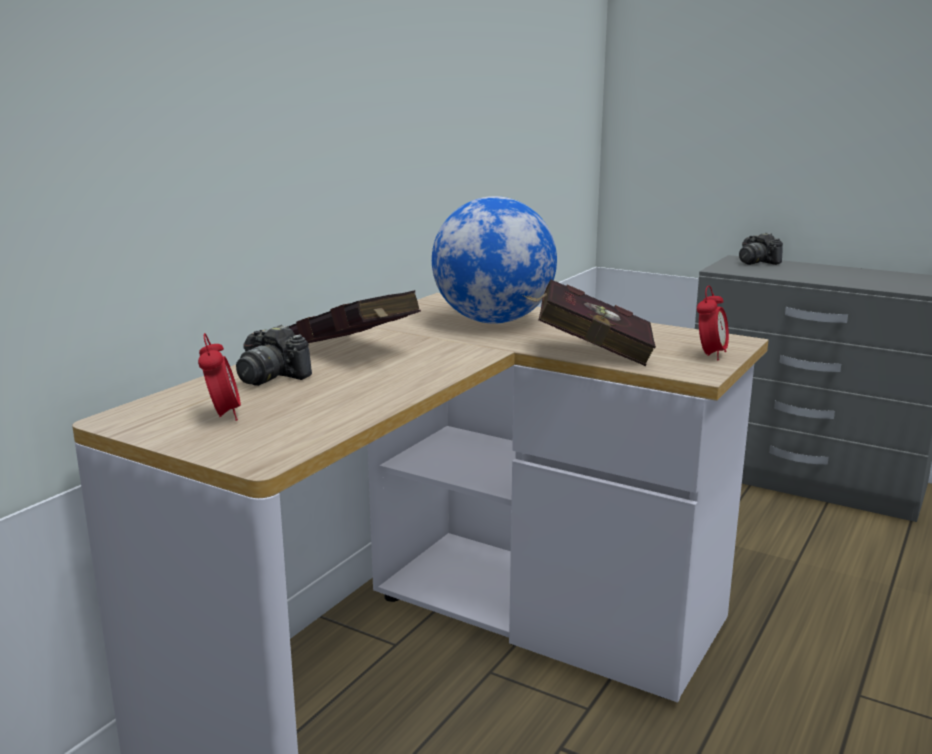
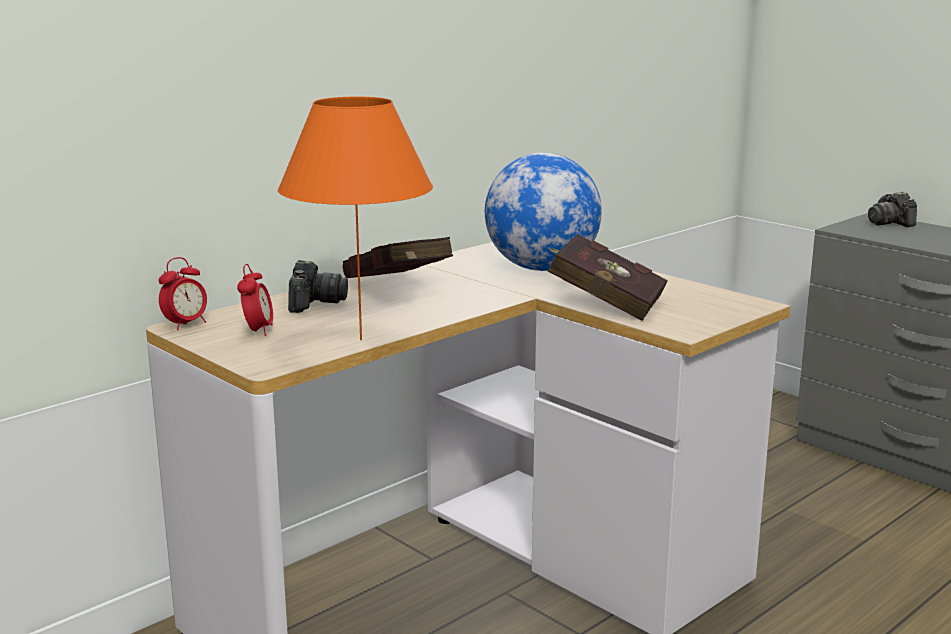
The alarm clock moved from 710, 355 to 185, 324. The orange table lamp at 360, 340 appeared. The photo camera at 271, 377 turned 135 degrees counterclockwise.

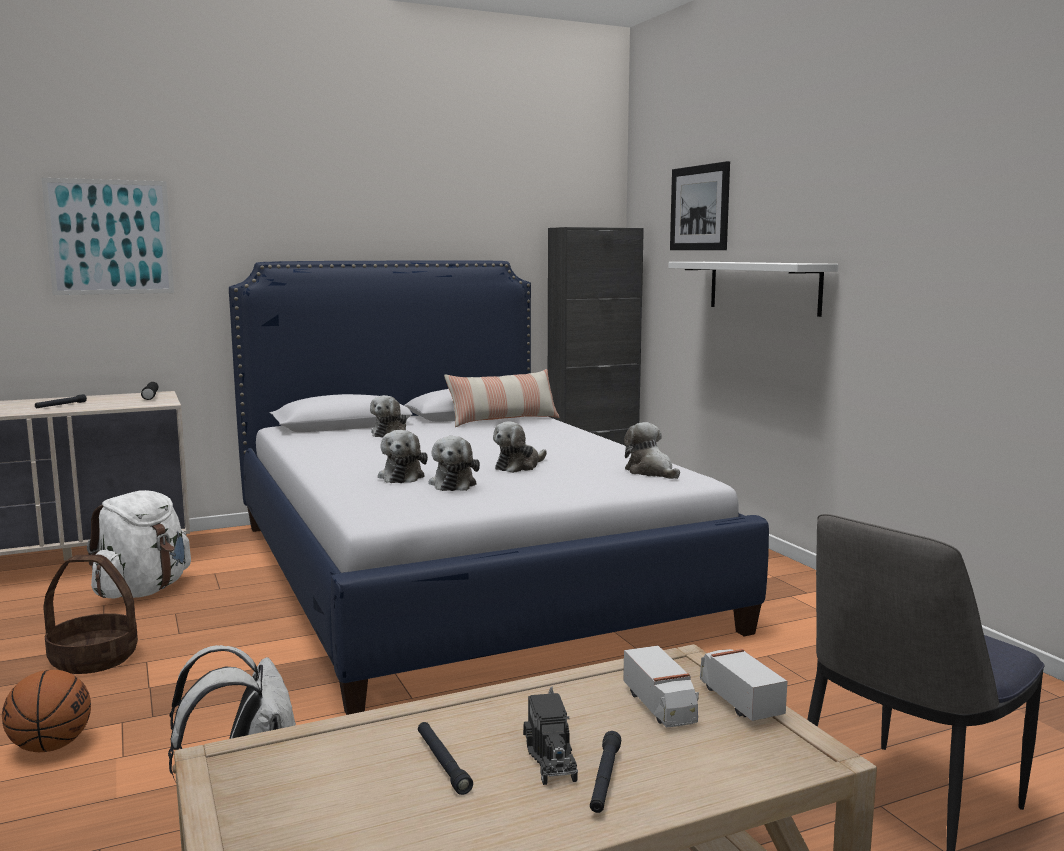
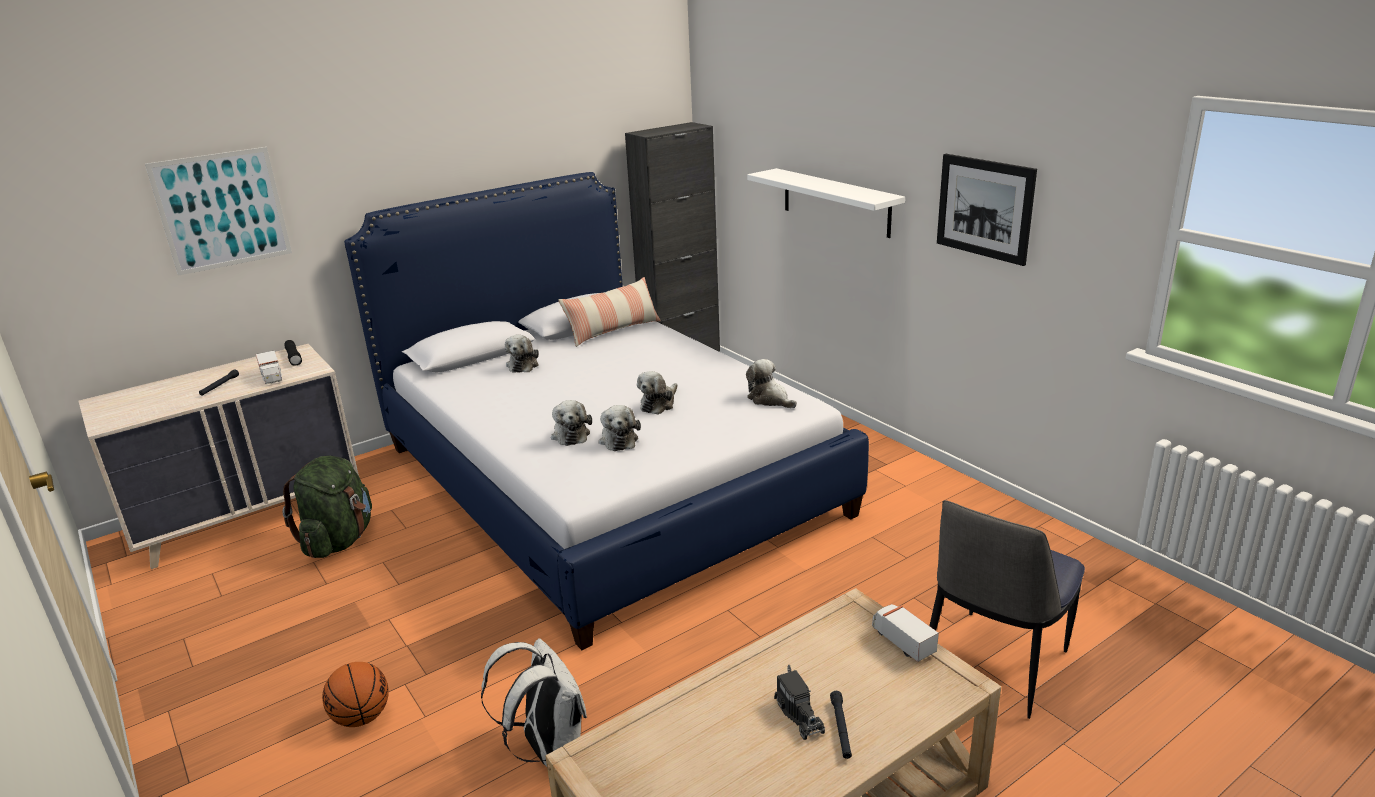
The toy truck moved from 660, 706 to 271, 376. The white backpack at 143, 591 became the green backpack at 339, 540. The picture moved from 699, 208 to 984, 208. The basket at 94, 659 disappeared. The black flashlight at 442, 763 disappeared.

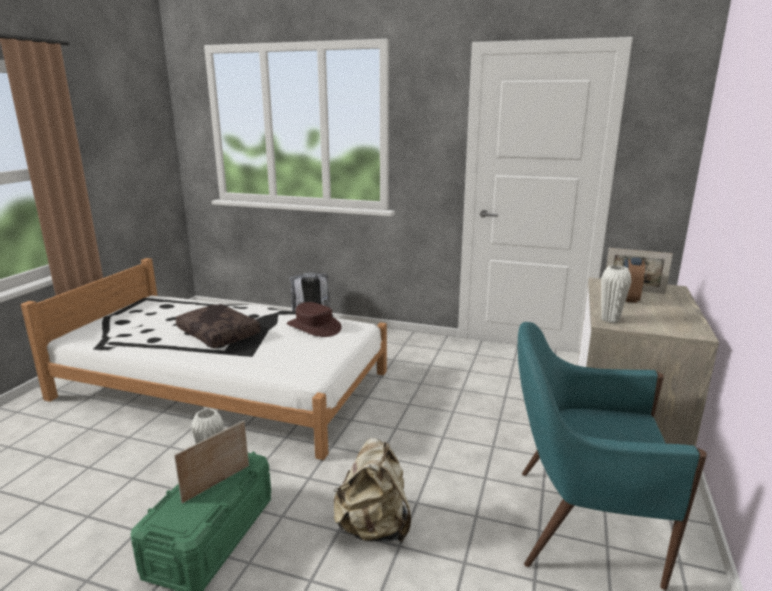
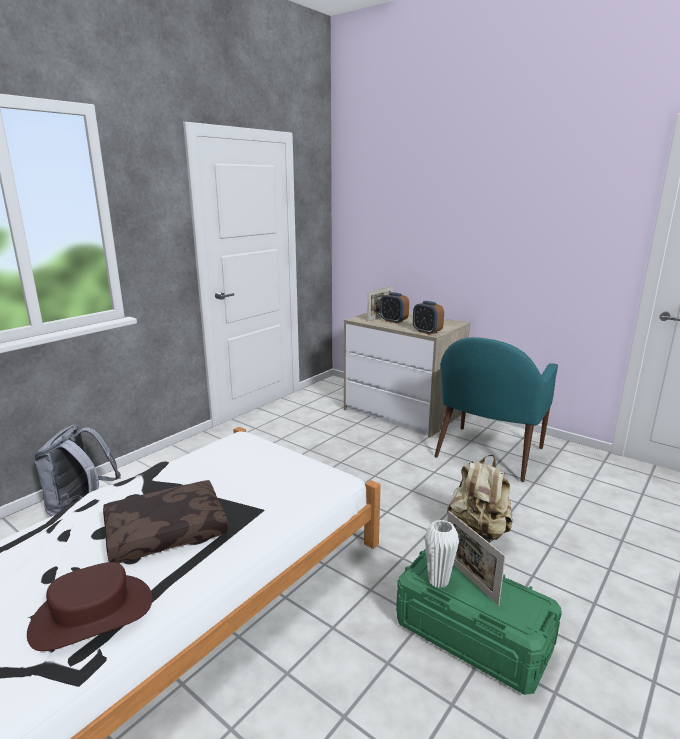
The brown hat moved from 314, 327 to 92, 614. The white vase at 610, 319 was replaced by the alarm clock at 427, 332.

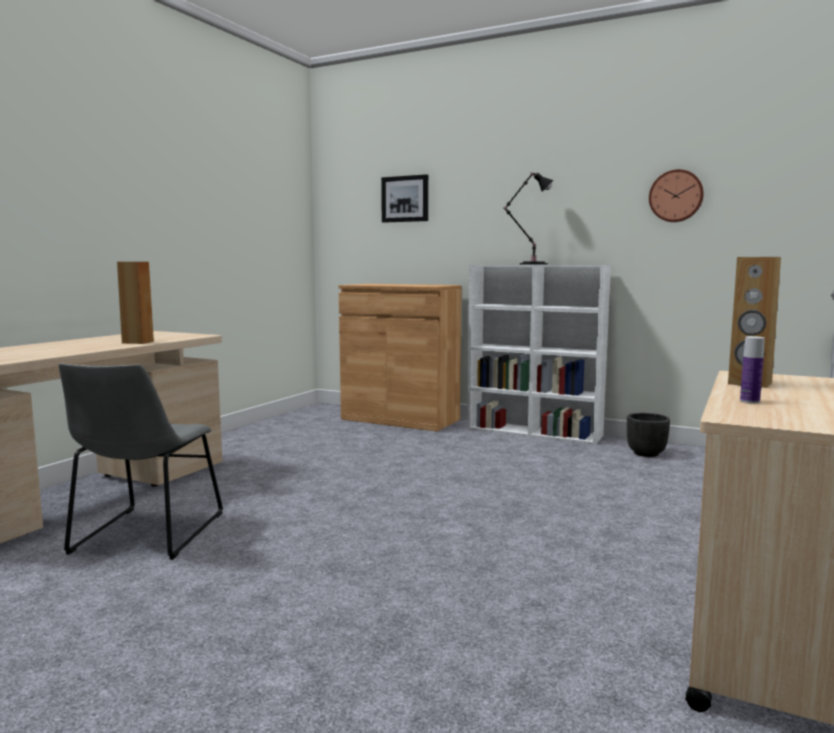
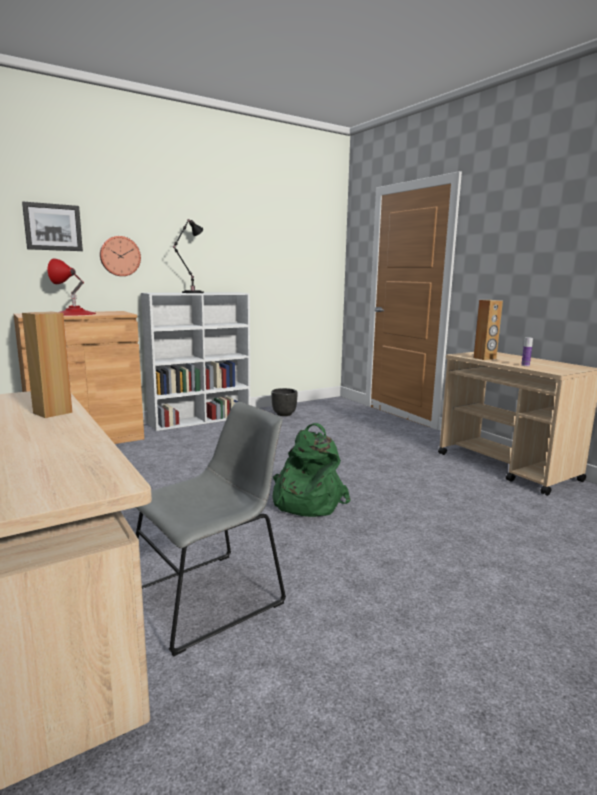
The red table lamp at 74, 313 appeared. The wall clock moved from 676, 196 to 120, 256. The grey chair at 145, 535 turned 75 degrees counterclockwise. The green backpack at 305, 502 appeared.

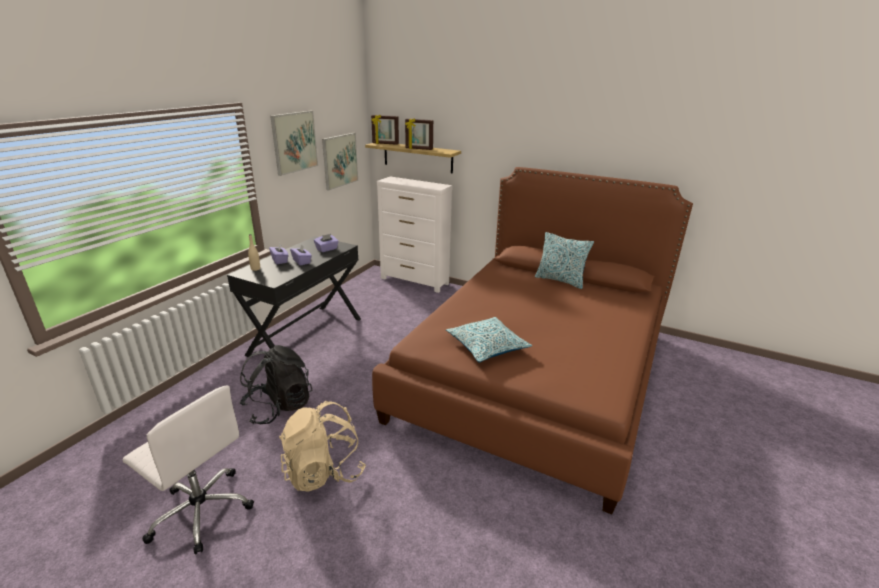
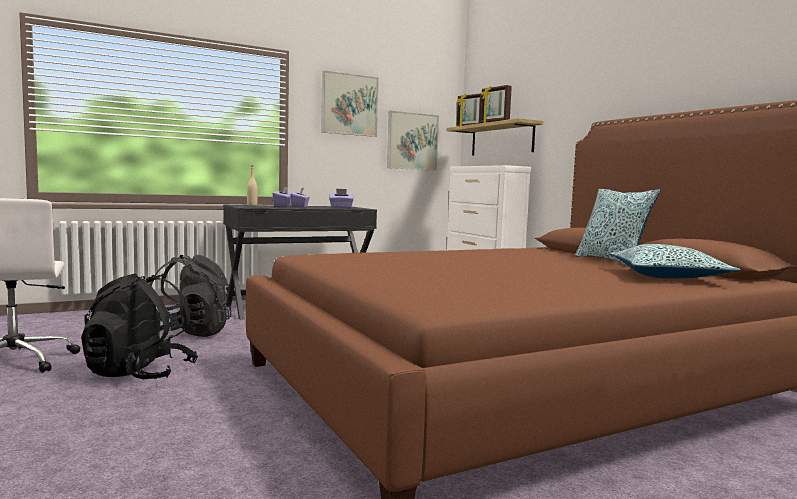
The beige backpack at 324, 472 became the black backpack at 140, 374. The pillow moved from 487, 346 to 667, 276.

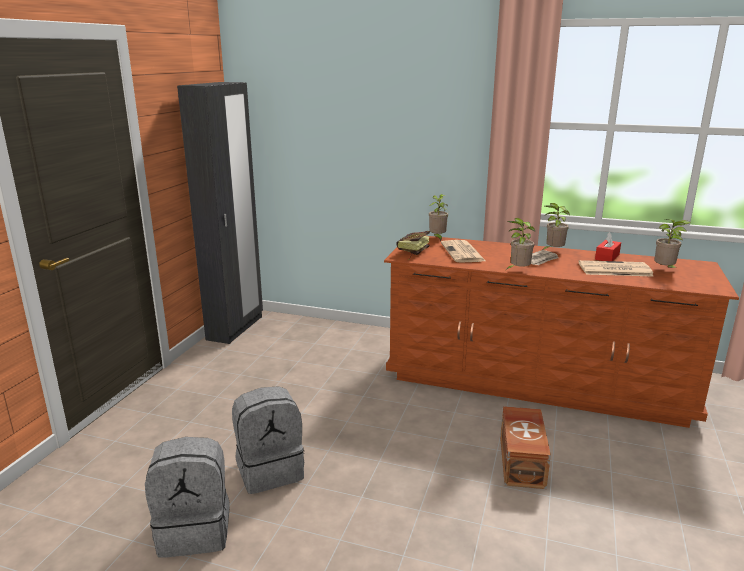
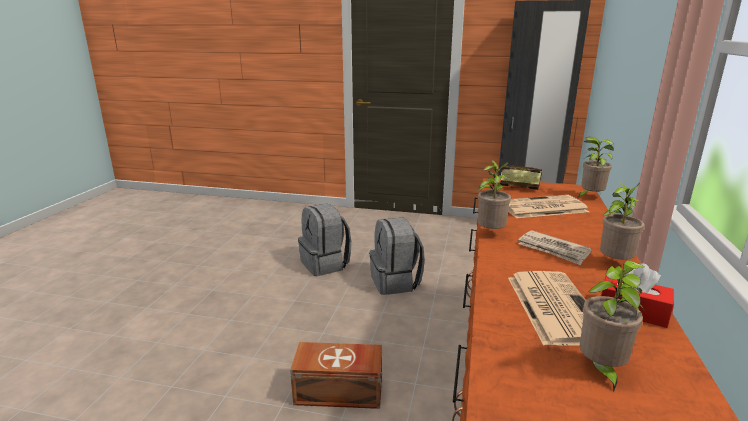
The grey backpack moved from 195, 530 to 396, 282.

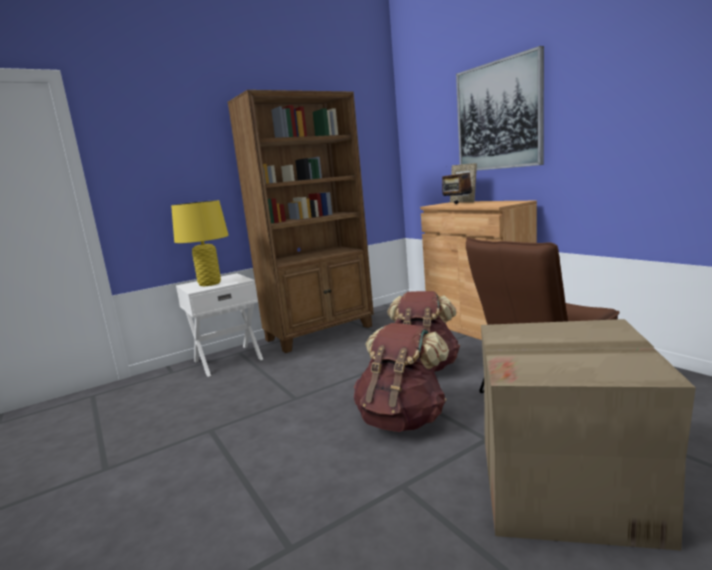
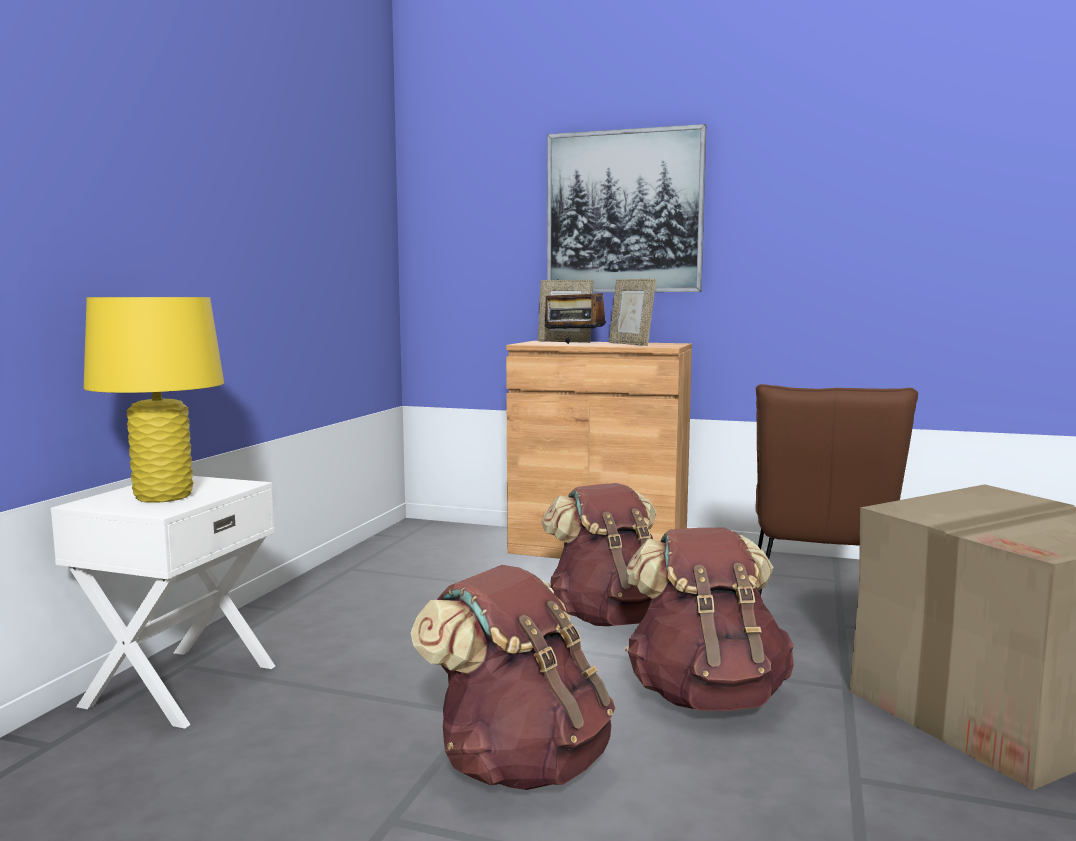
The brown backpack at 519, 763 appeared. The picture frame at 631, 344 appeared. The brown bookcase at 320, 333 disappeared.

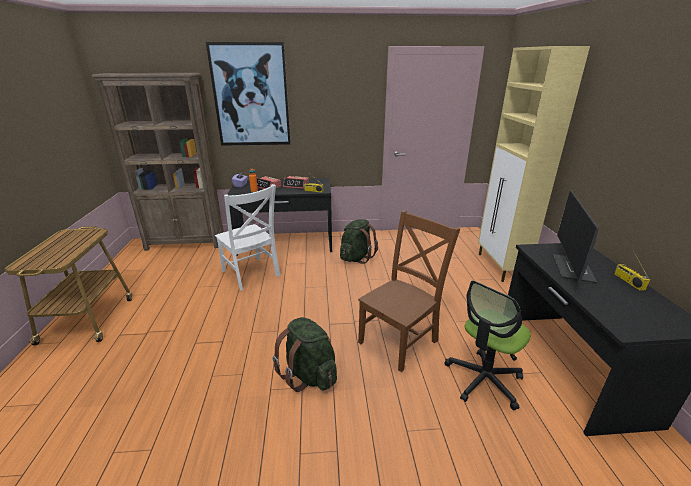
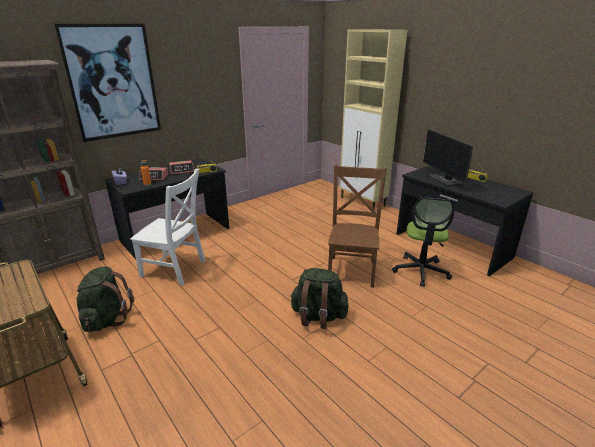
The green backpack moved from 356, 257 to 106, 319.

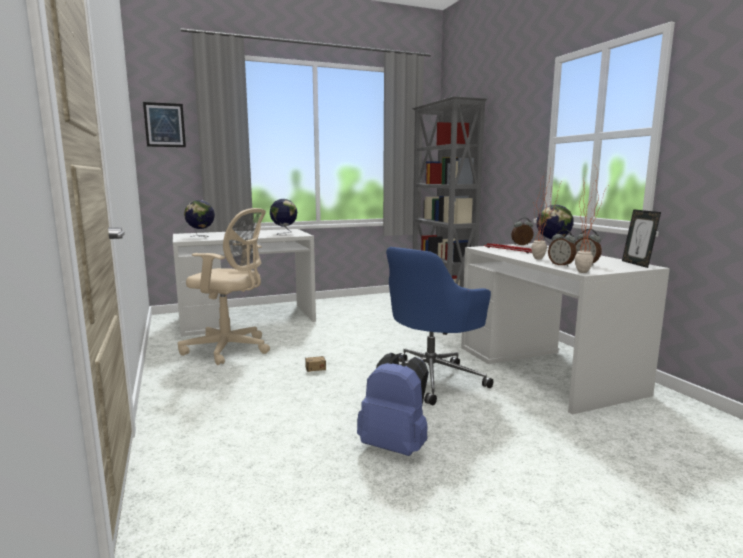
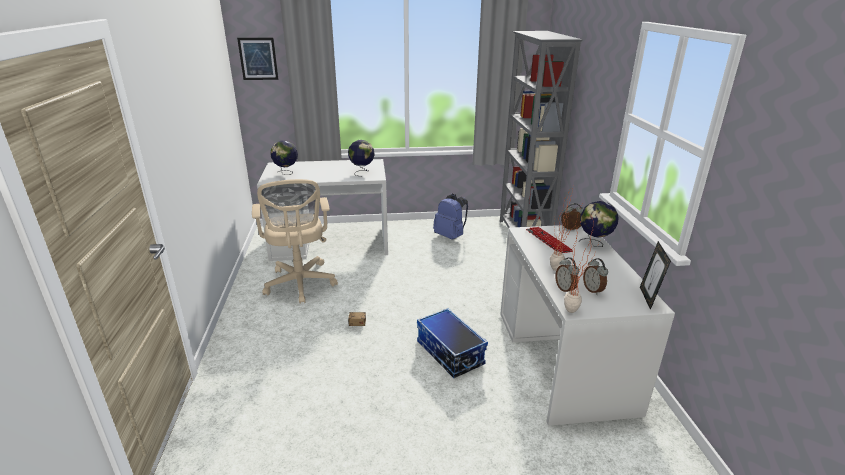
The beige office chair at 230, 349 turned 45 degrees clockwise. The blue office chair at 431, 378 was replaced by the storage box at 449, 353. The blue backpack moved from 396, 446 to 450, 236.

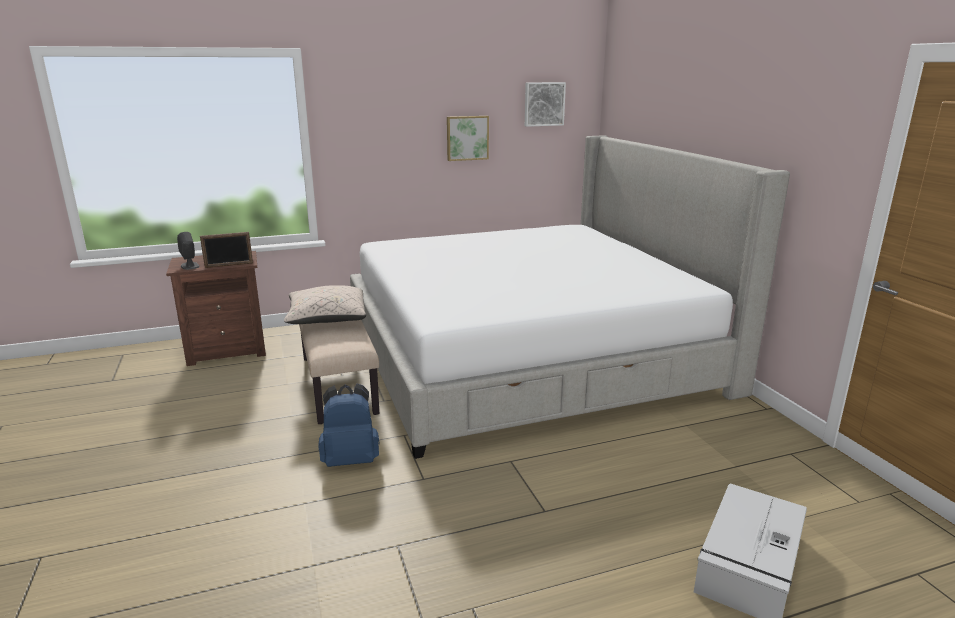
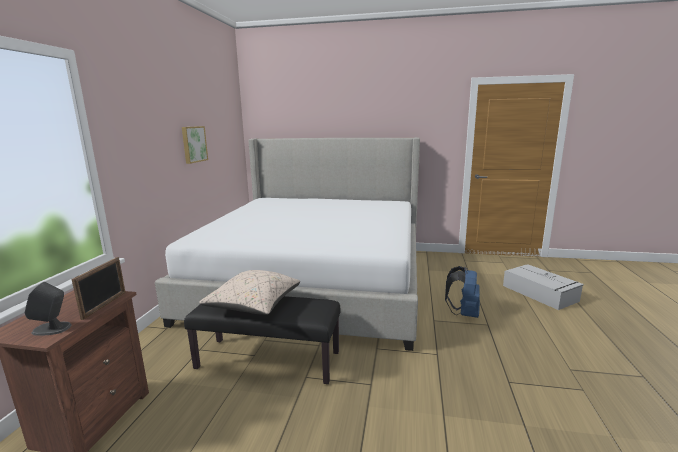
The beige bench at 339, 384 became the black bench at 269, 360. The blue backpack moved from 351, 459 to 463, 313. The picture at 544, 104 disappeared.

